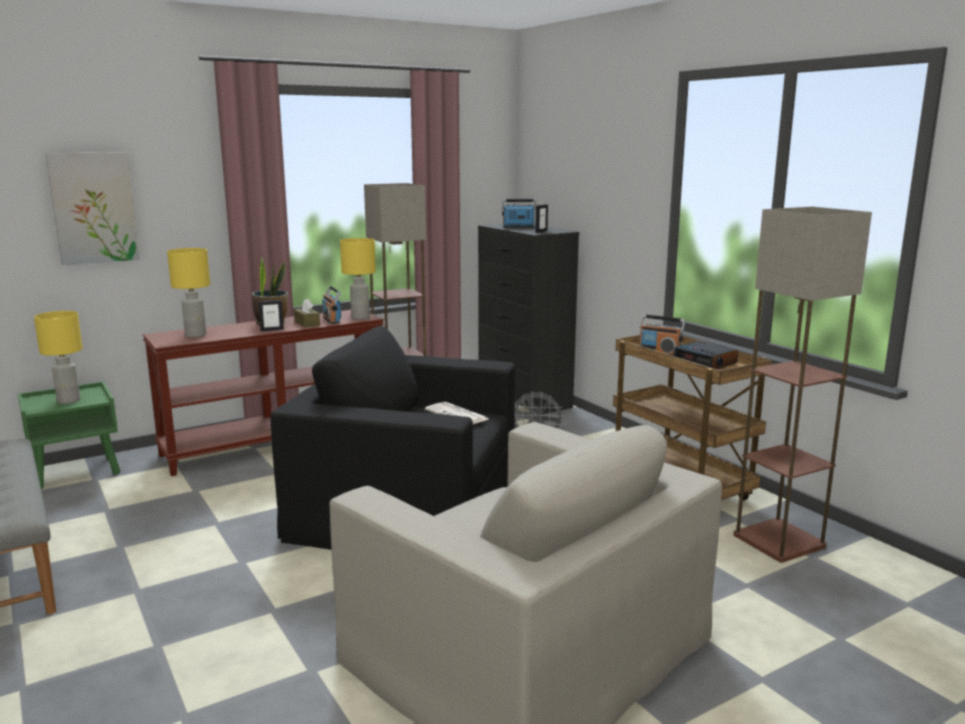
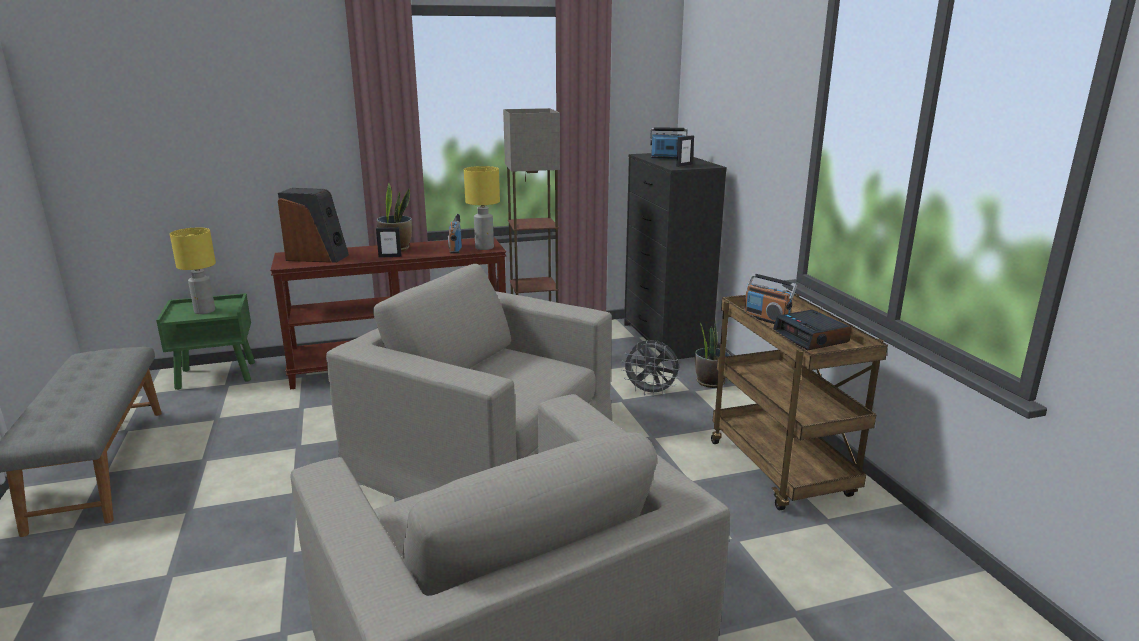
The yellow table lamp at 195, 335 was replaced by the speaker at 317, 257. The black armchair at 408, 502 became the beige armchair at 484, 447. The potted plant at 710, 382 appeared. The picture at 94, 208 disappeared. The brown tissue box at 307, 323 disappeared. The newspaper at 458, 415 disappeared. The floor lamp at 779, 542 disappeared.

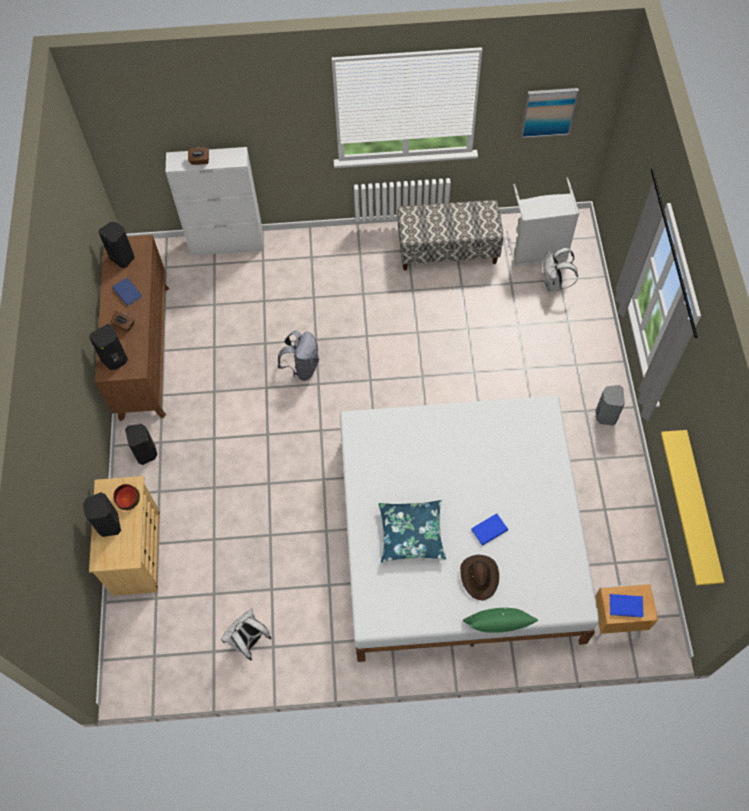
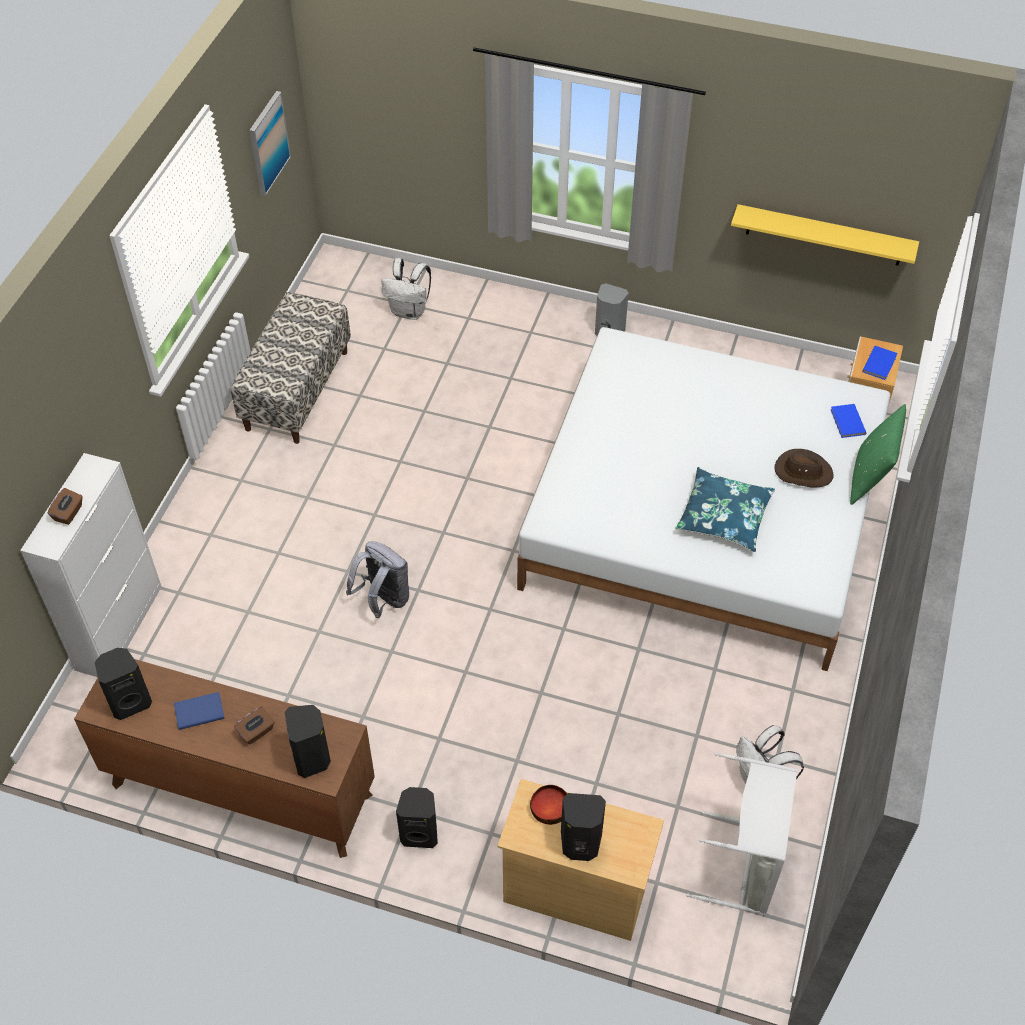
The grey laundry basket moved from 537, 251 to 745, 865. The blue book moved from 488, 529 to 847, 422.

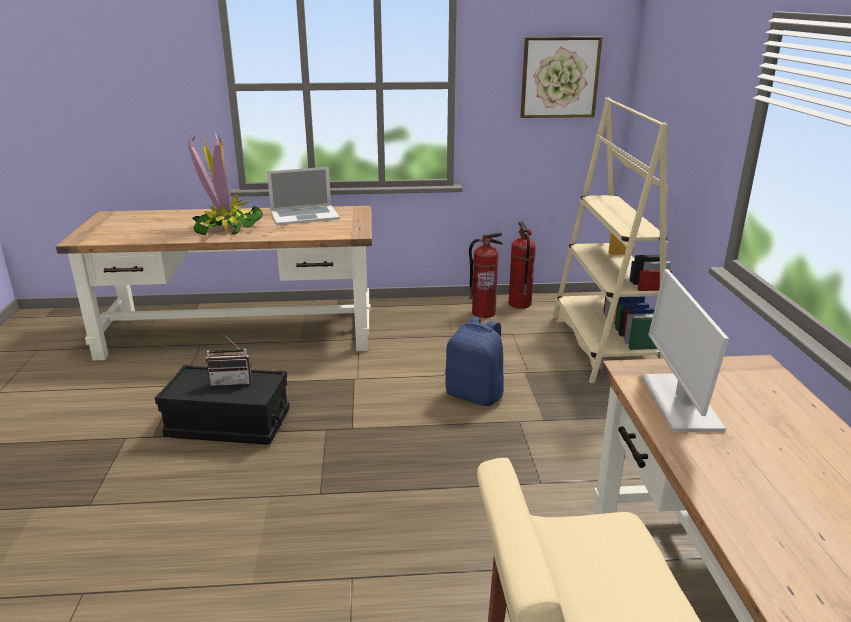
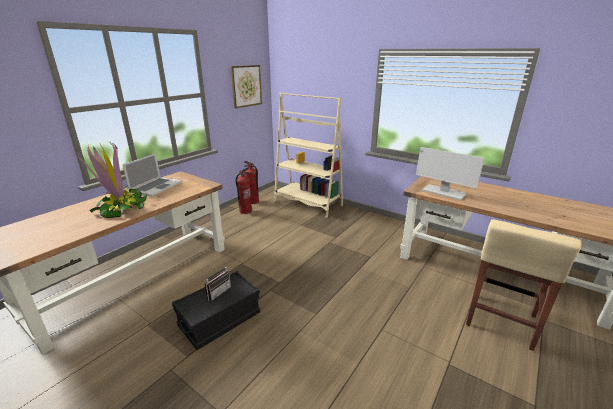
The blue backpack at 475, 395 disappeared.

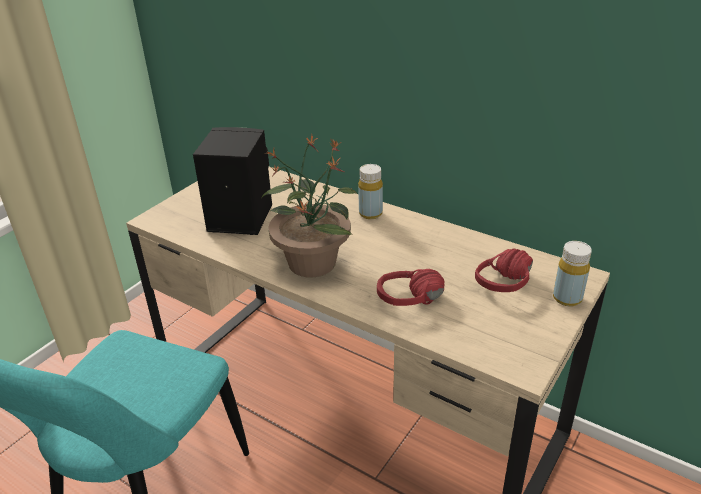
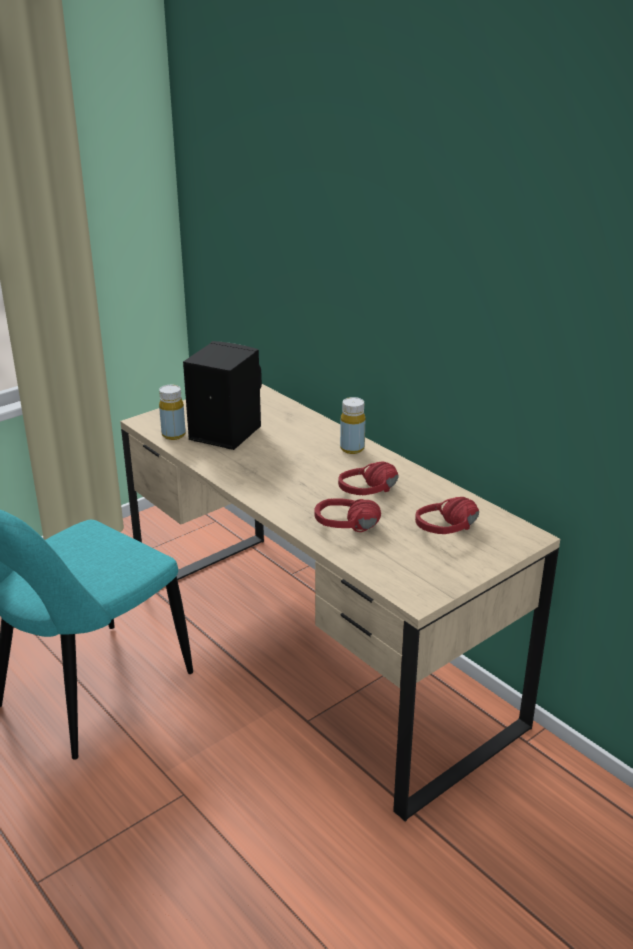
The yellow bottle moved from 567, 298 to 173, 435. The red headphones at 373, 495 appeared. The potted plant at 312, 262 disappeared.

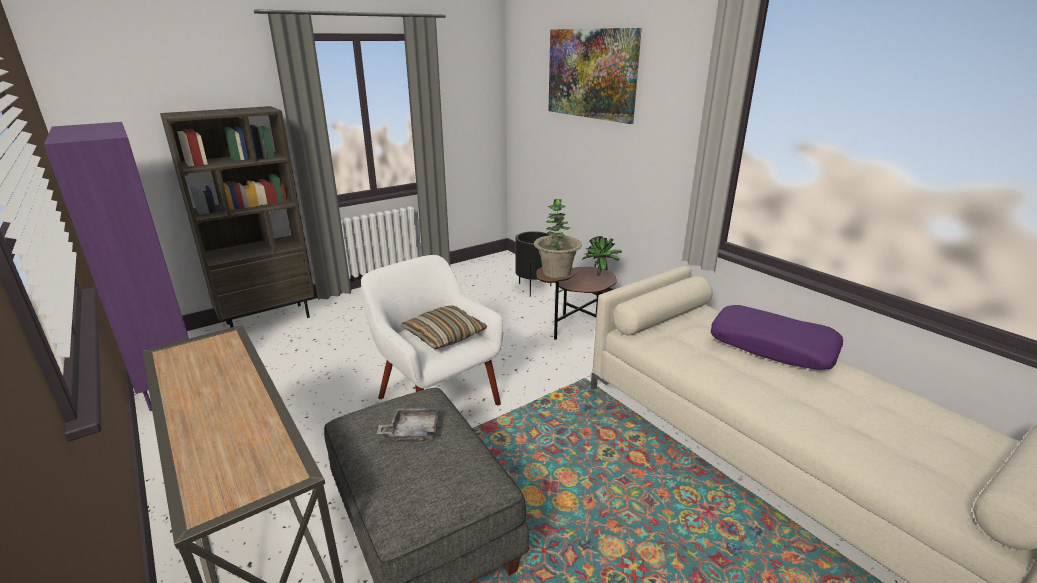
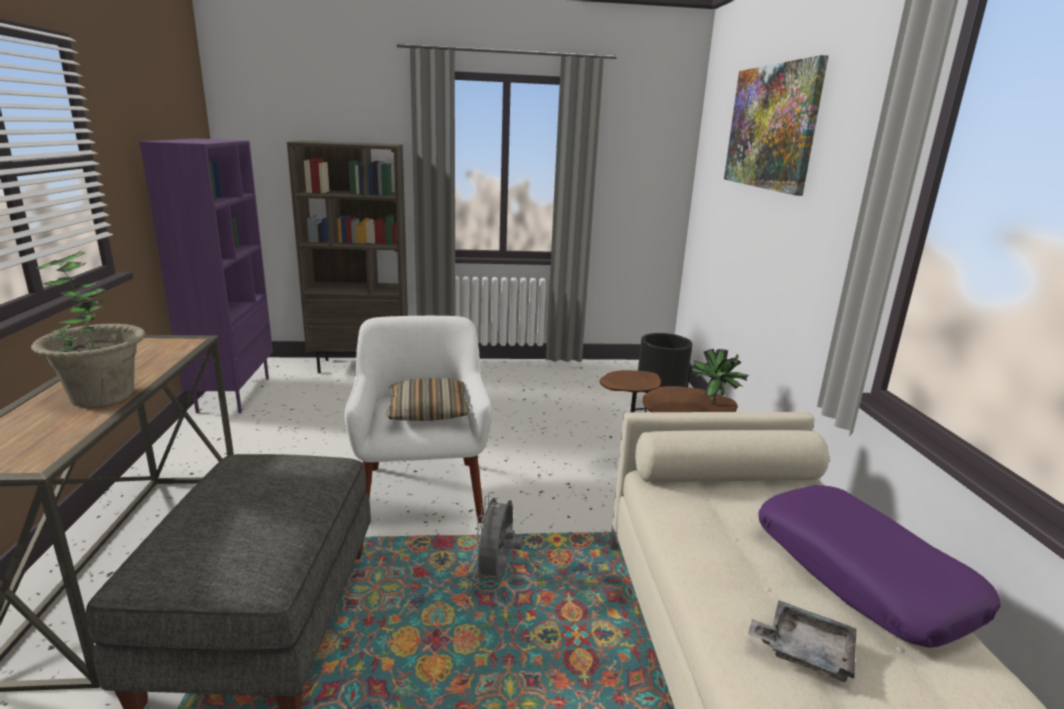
The potted plant moved from 556, 272 to 102, 395. The grey fan at 496, 575 appeared. The grey tray moved from 412, 430 to 804, 650.

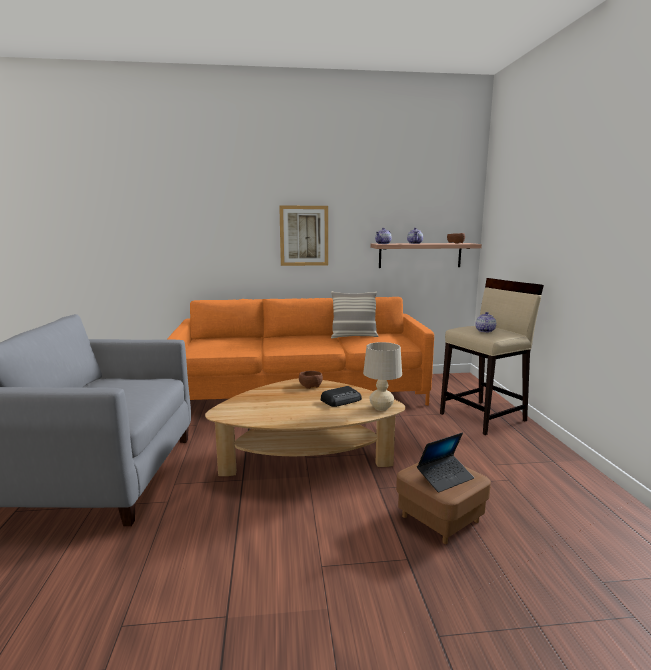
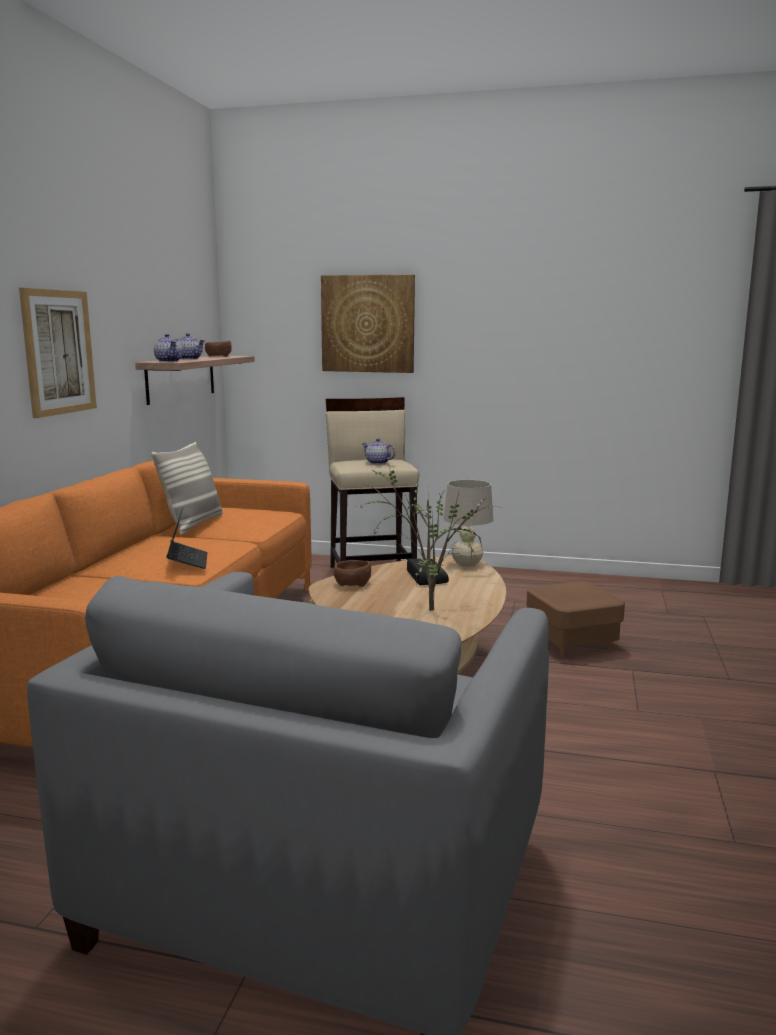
The laptop moved from 445, 478 to 187, 561. The picture at 368, 324 appeared. The potted plant at 426, 610 appeared.

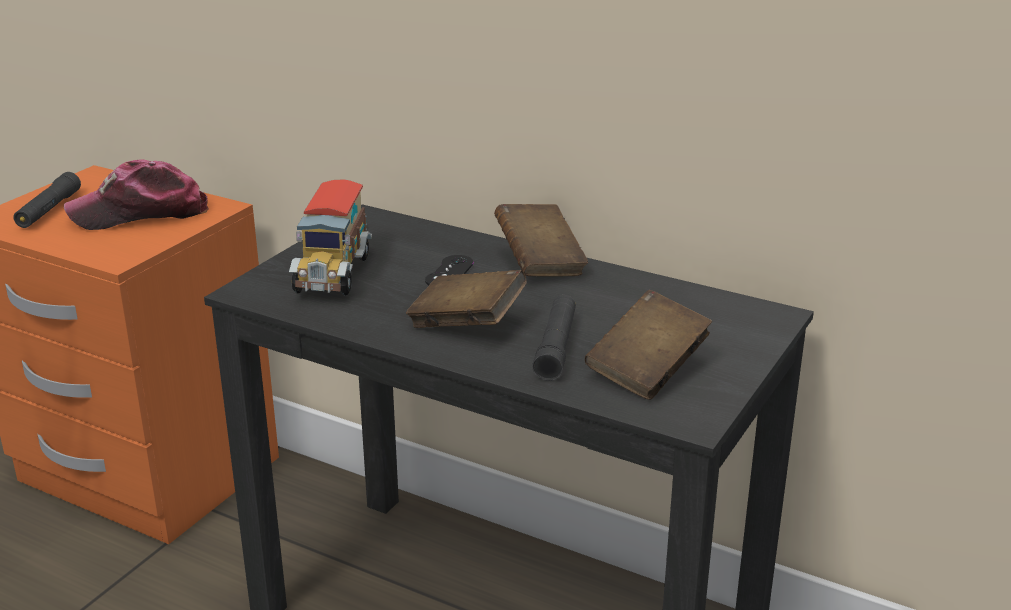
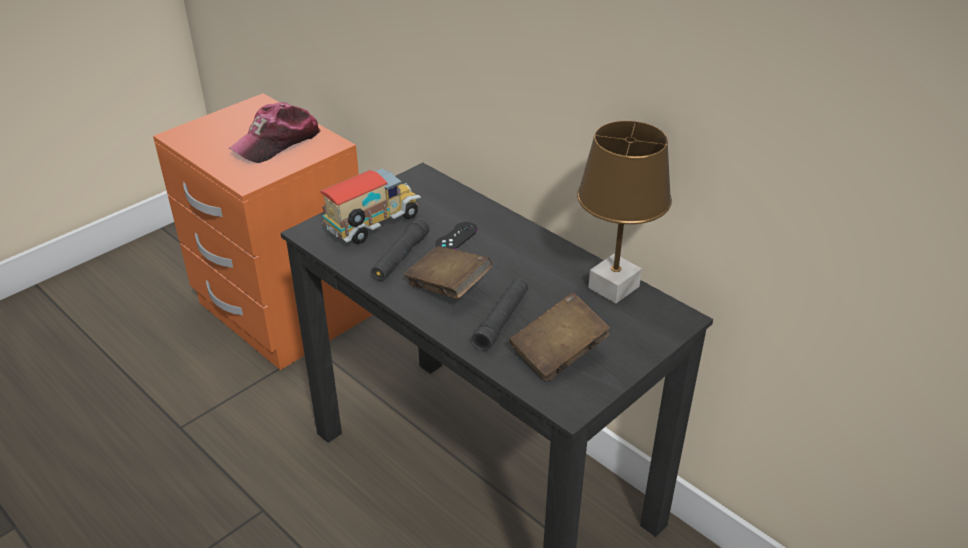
The cap at 140, 213 turned 45 degrees counterclockwise. The toy truck at 331, 274 turned 150 degrees counterclockwise. The black flashlight moved from 49, 210 to 400, 257. The brown table lamp at 613, 286 appeared. The brown book at 540, 263 disappeared.

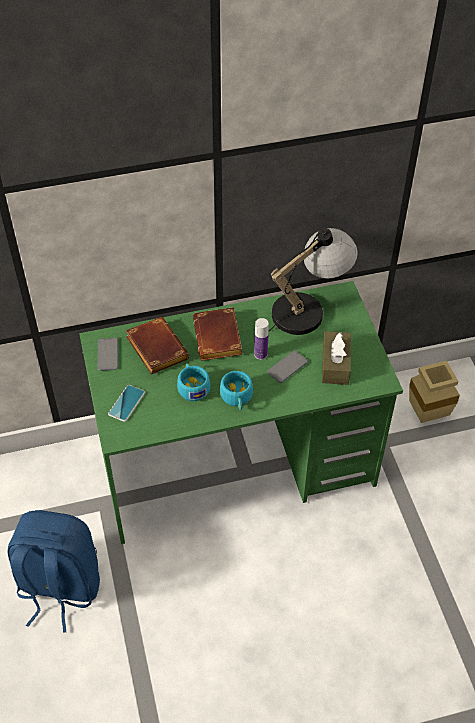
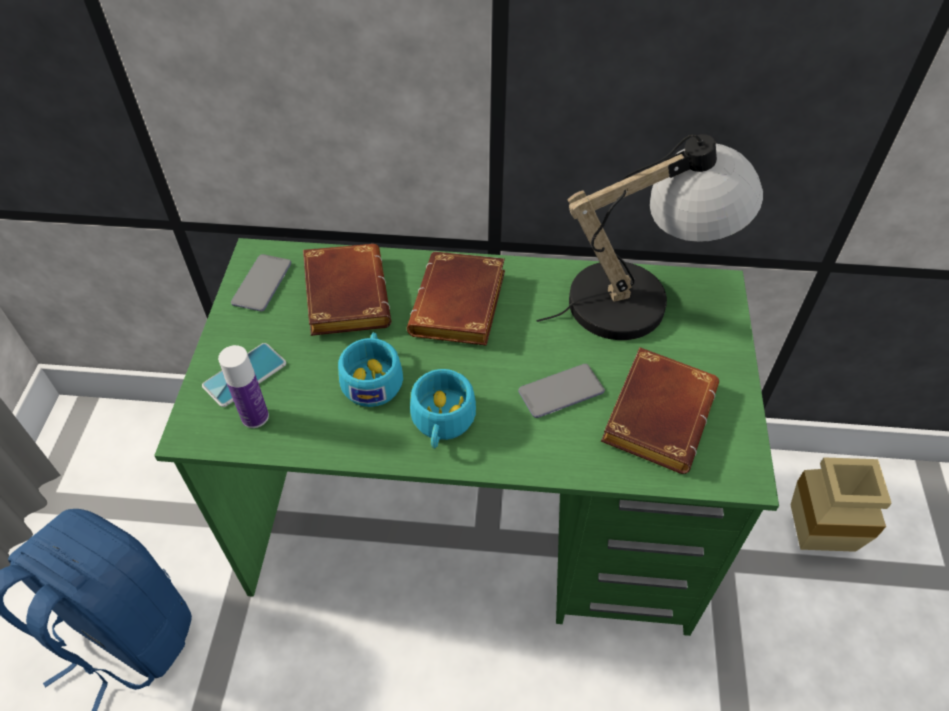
The bottle moved from 260, 354 to 255, 417. The brown tissue box at 335, 364 was replaced by the brown book at 655, 412.

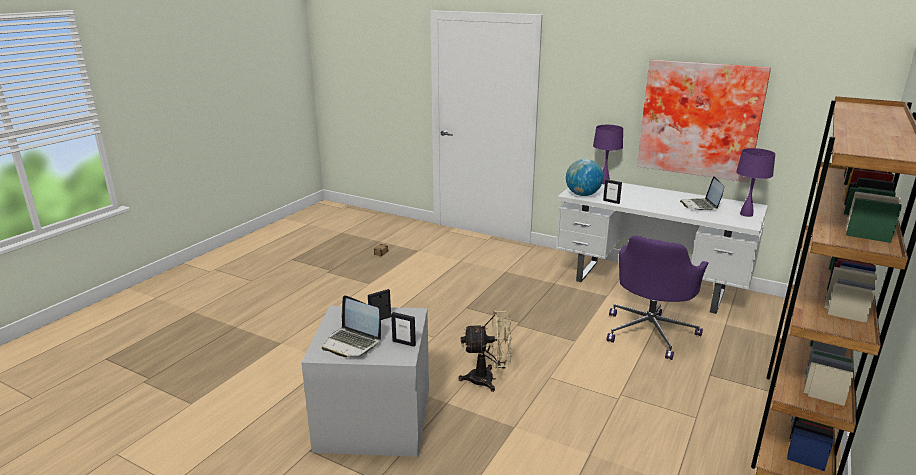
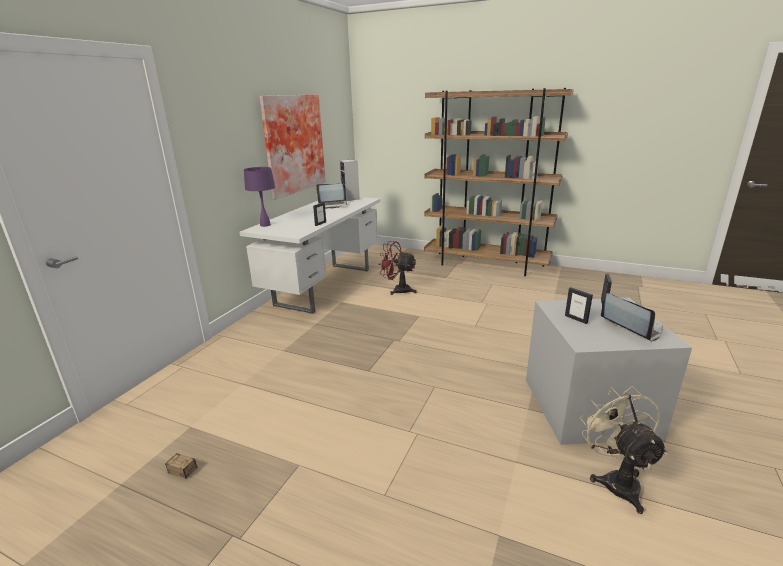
The purple table lamp at 746, 214 was replaced by the speaker at 351, 198. The purple office chair at 650, 332 was replaced by the red fan at 398, 290. The beige fan moved from 488, 379 to 616, 480. The laptop at 352, 343 turned 60 degrees counterclockwise. The globe at 582, 195 disappeared.

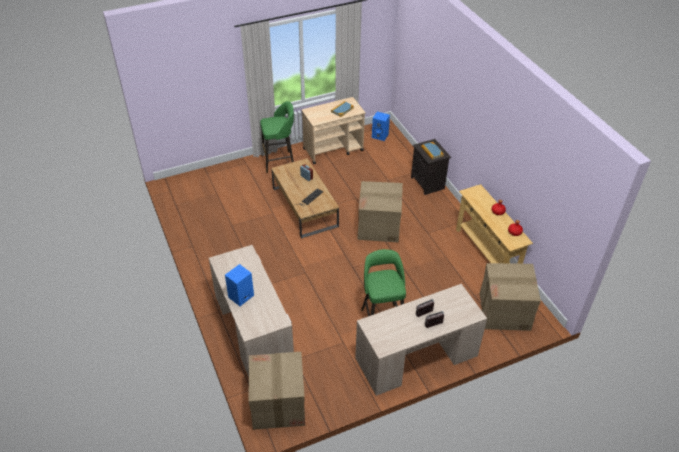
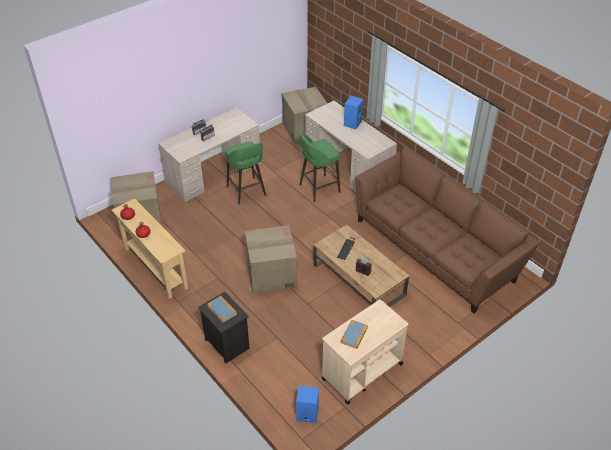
The green stool moved from 279, 162 to 318, 189. The brown sofa at 436, 248 appeared.

